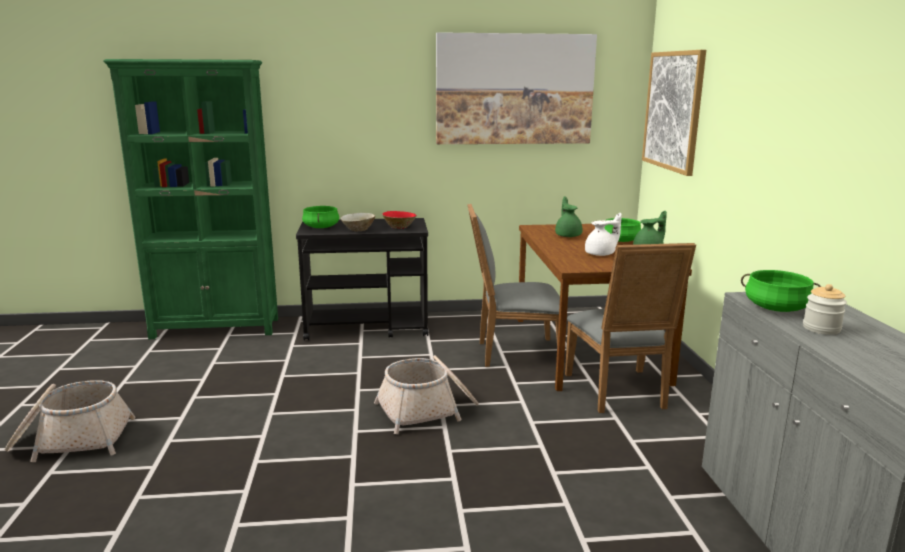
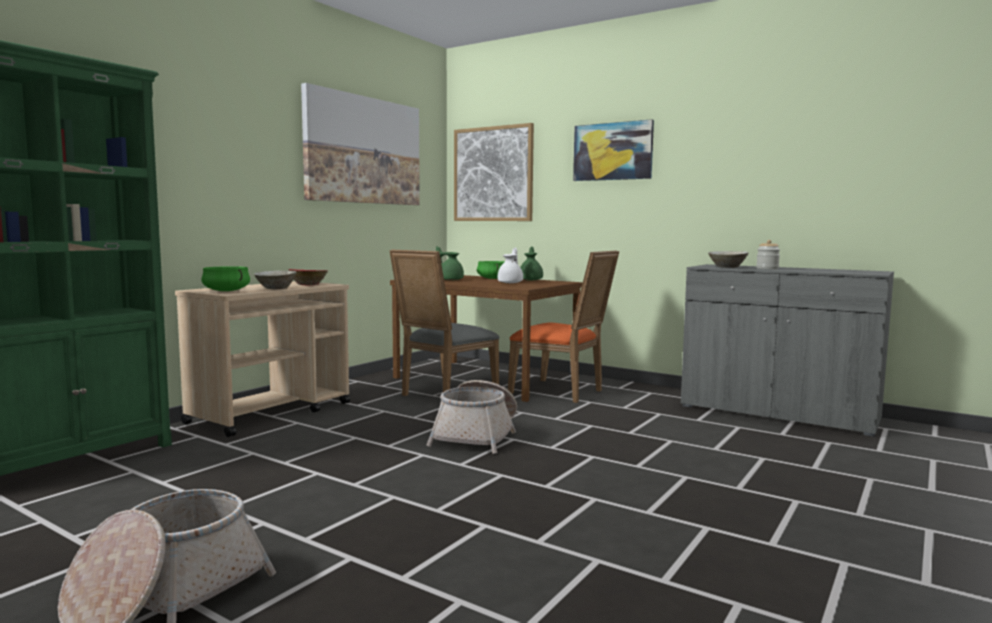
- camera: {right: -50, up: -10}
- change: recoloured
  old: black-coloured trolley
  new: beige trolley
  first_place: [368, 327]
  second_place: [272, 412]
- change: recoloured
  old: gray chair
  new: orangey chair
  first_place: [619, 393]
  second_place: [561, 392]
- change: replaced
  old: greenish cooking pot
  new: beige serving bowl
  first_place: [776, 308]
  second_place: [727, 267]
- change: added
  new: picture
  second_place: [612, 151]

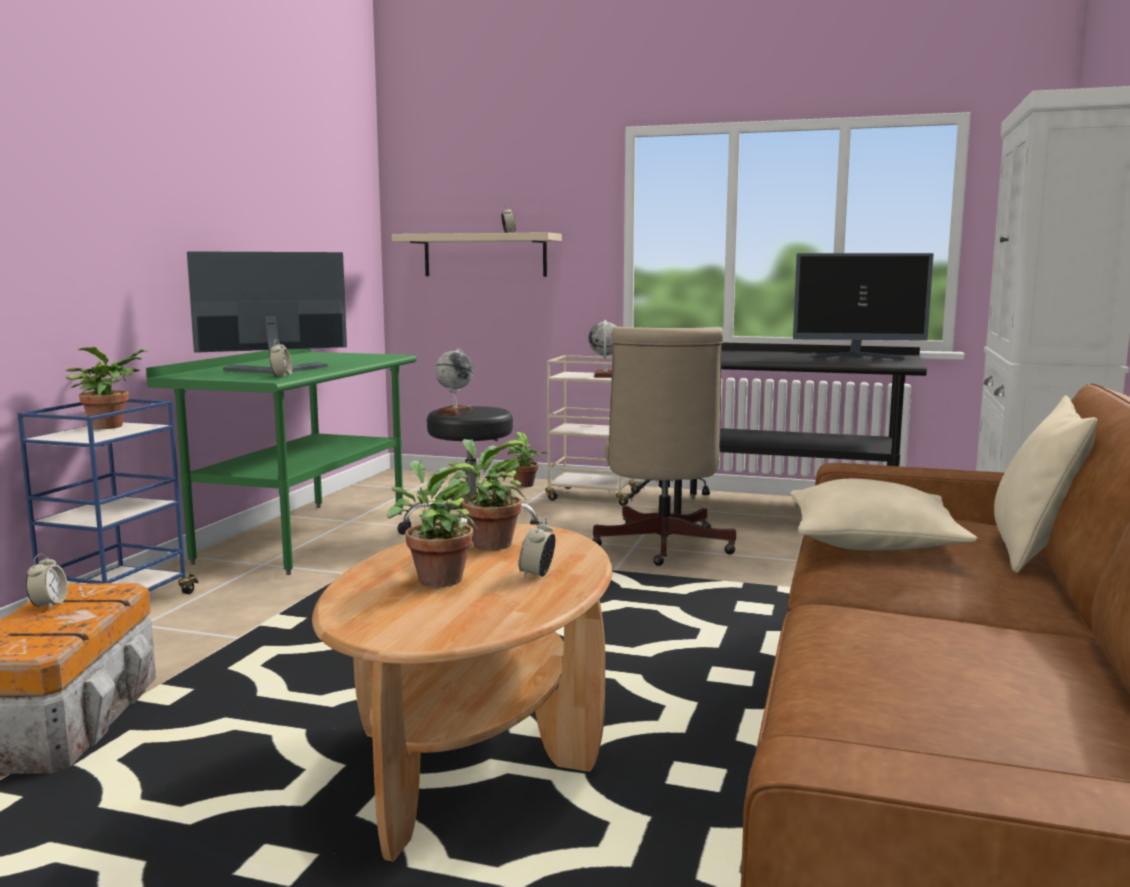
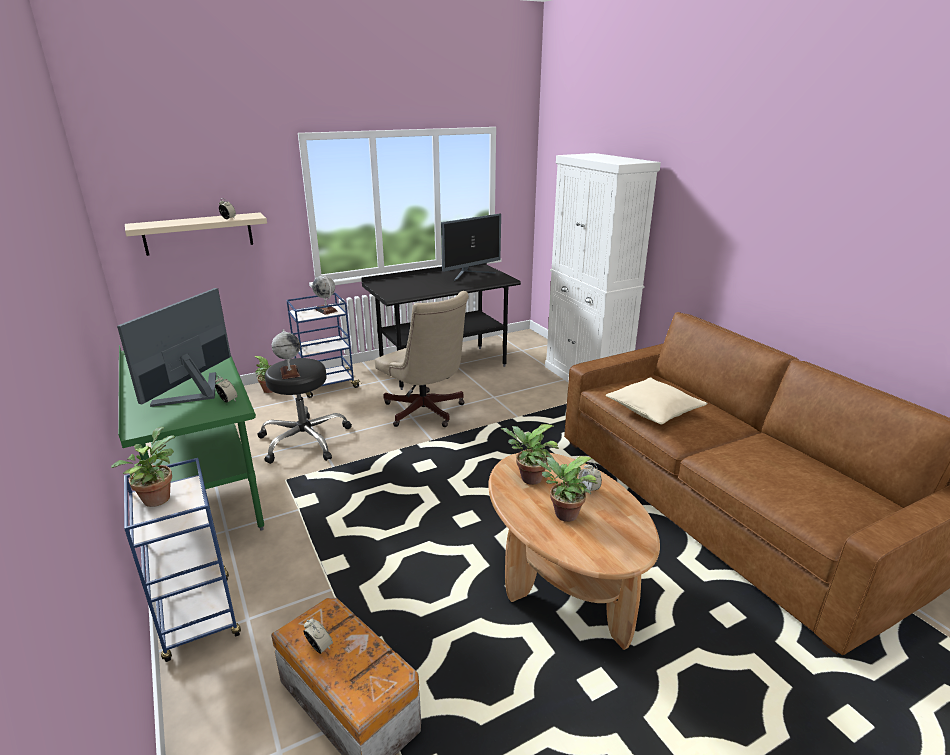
- camera: {right: -45, up: 15}
- change: recoloured
  old: beige trolley
  new: bluish trolley
  first_place: [592, 496]
  second_place: [327, 386]
- change: removed
  old: beige throw pillow
  first_place: [1033, 552]

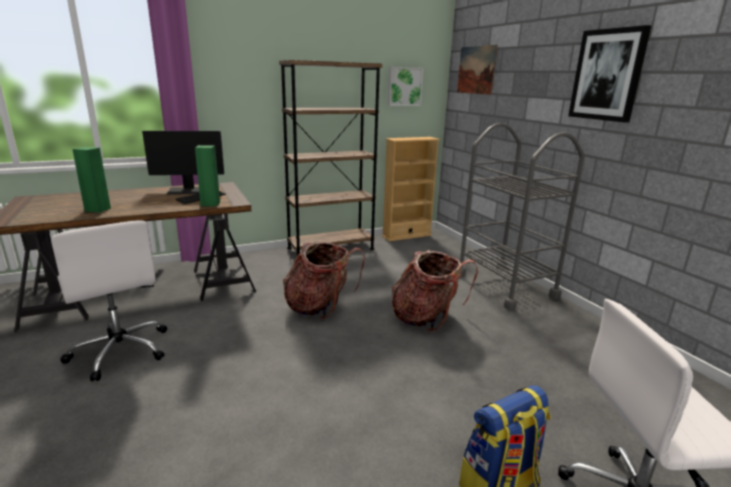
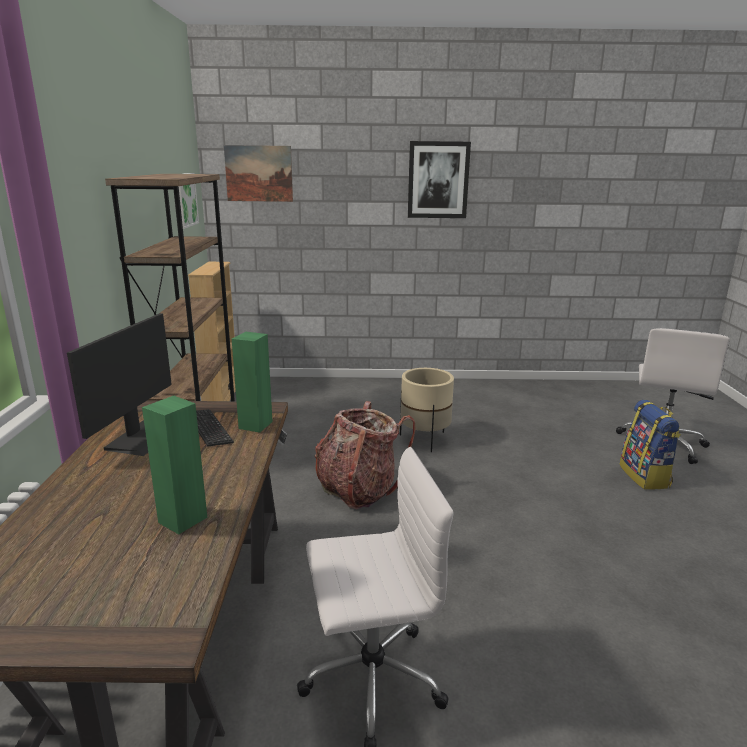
- camera: {right: -65, up: 0}
- change: removed
  old: gray trolley
  first_place: [505, 285]
- change: replaced
  old: backpack
  new: beige plant pot
  first_place: [427, 318]
  second_place: [425, 439]

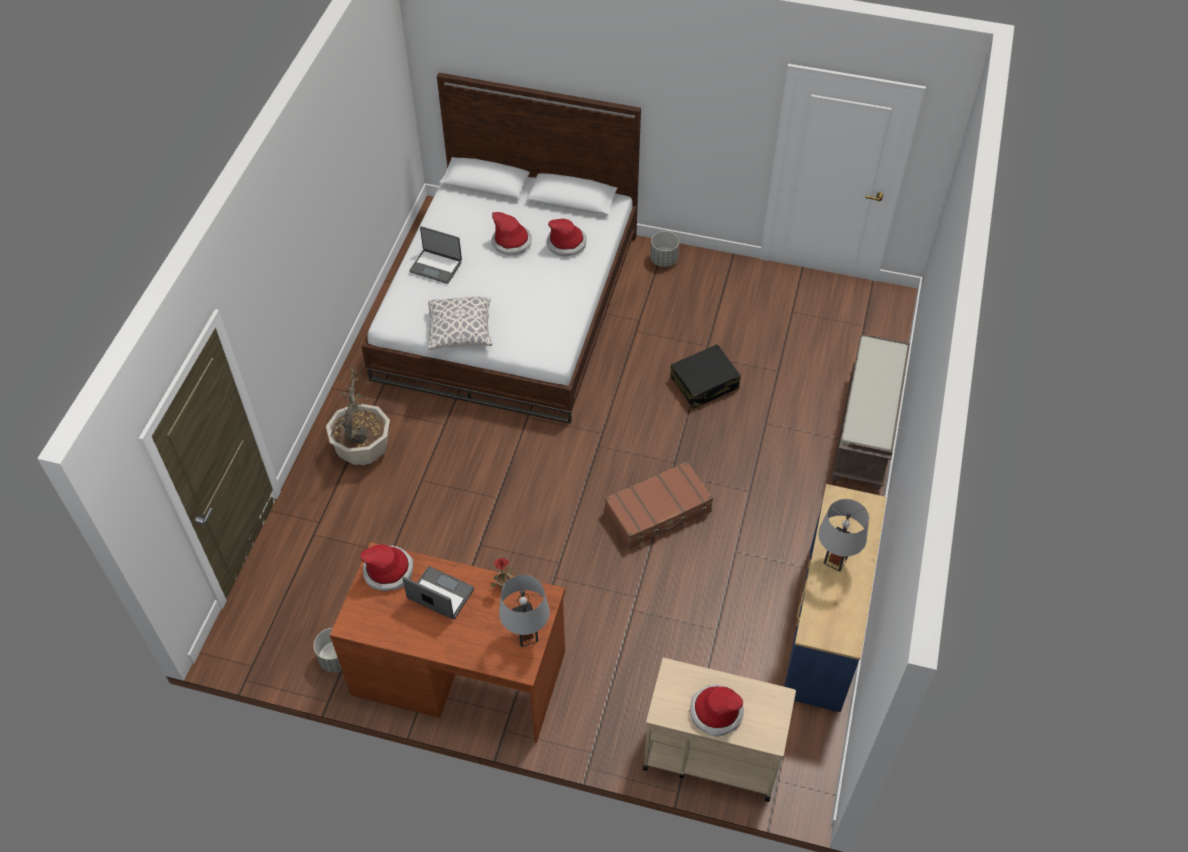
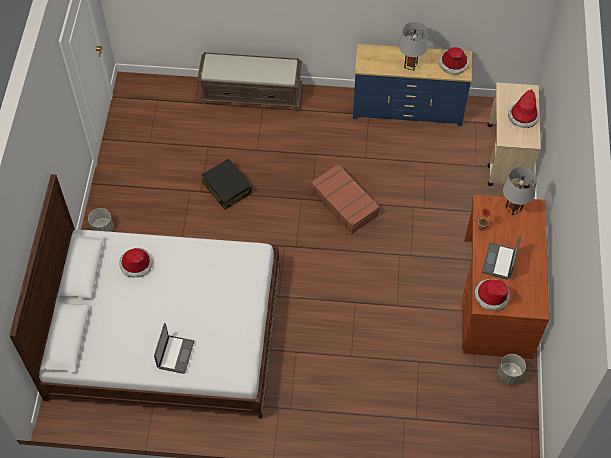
- camera: {right: -100, up: 5}
- change: moved
  old: hat
  first_place: [511, 242]
  second_place: [453, 64]
- change: removed
  old: throw pillow
  first_place: [461, 332]
- change: removed
  old: houseplant
  first_place: [363, 450]

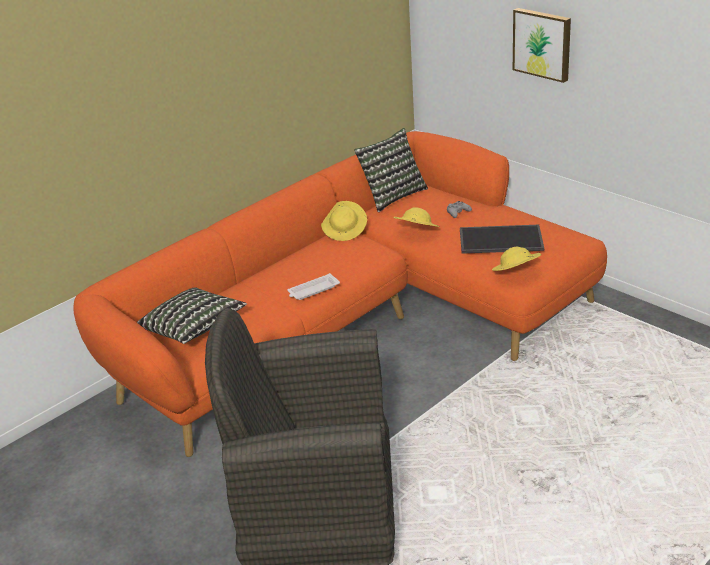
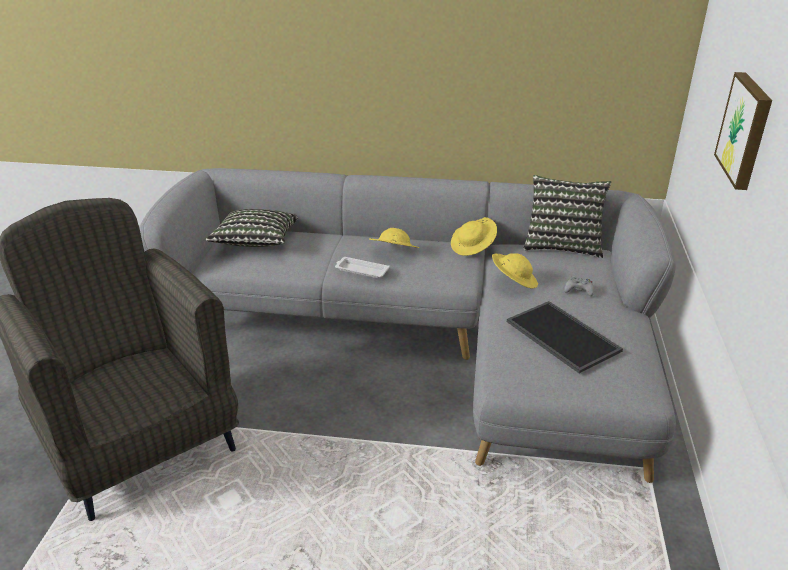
- camera: {right: 50, up: 0}
- change: recoloured
  old: orangey couch
  new: gray couch
  first_place: [359, 323]
  second_place: [433, 338]
- change: moved
  old: yellow hat
  first_place: [516, 273]
  second_place: [393, 254]

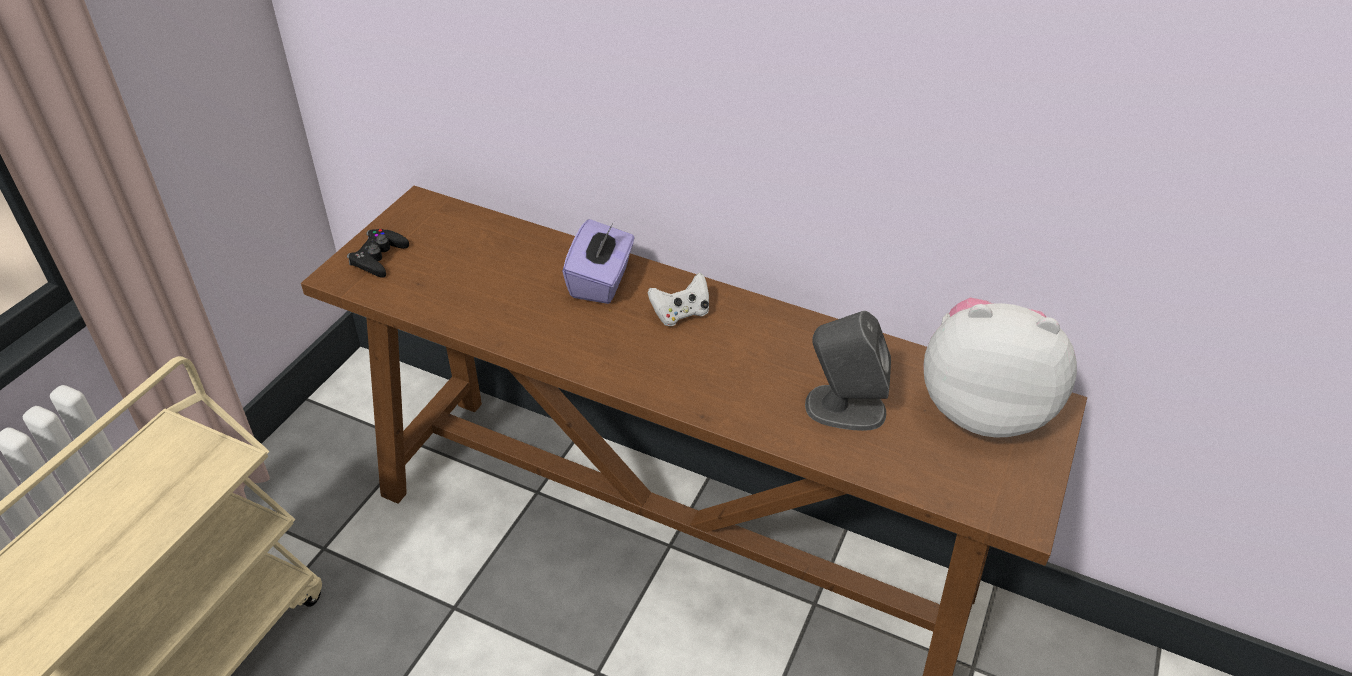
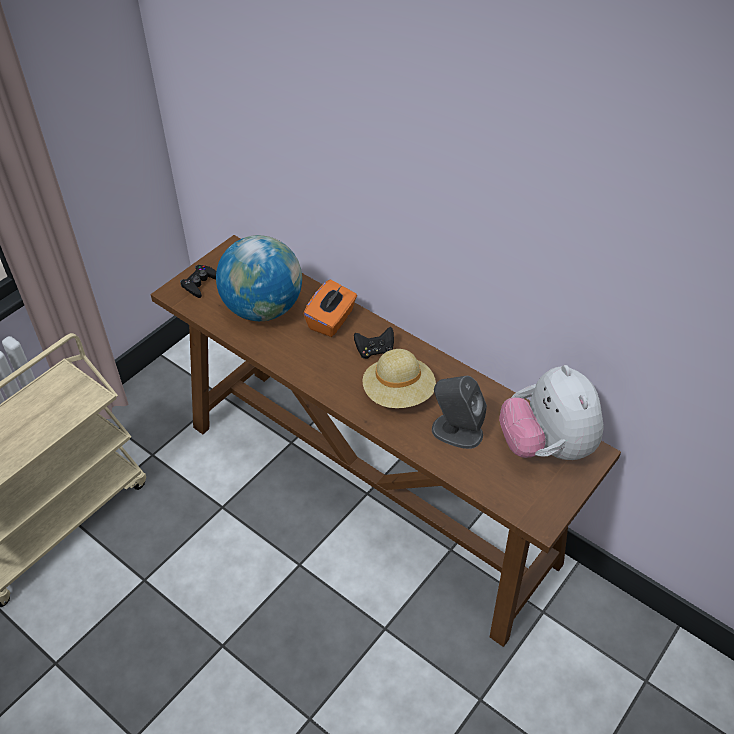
- camera: {right: 15, up: 5}
- change: recoloured
  old: purplish tissue holder
  new: orangey tissue holder
  first_place: [600, 281]
  second_place: [331, 320]
- change: recoloured
  old: white-coloured joypad
  new: black-coloured joypad
  first_place: [680, 314]
  second_place: [375, 351]
- change: turned
  old: cuddly toy
  first_place: [981, 407]
  second_place: [546, 446]
  degrees: -135
- change: added
  new: world globe
  second_place: [263, 309]
- change: added
  new: beige hat
  second_place: [398, 394]

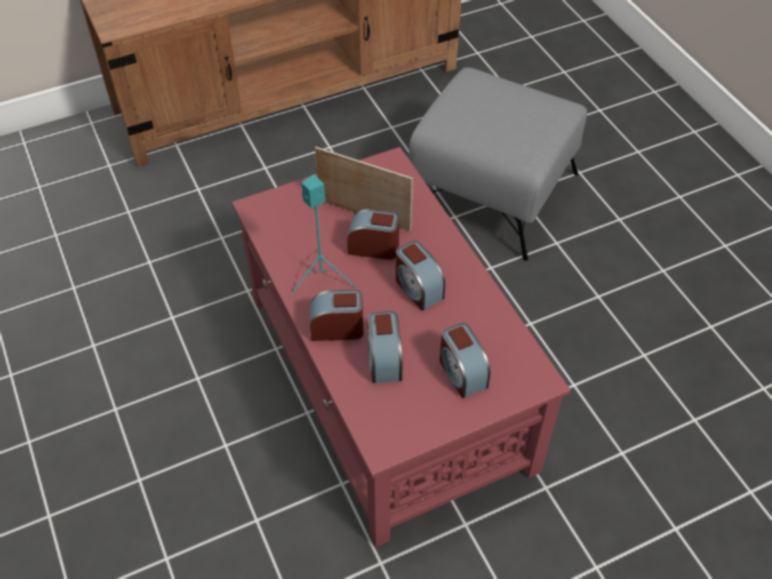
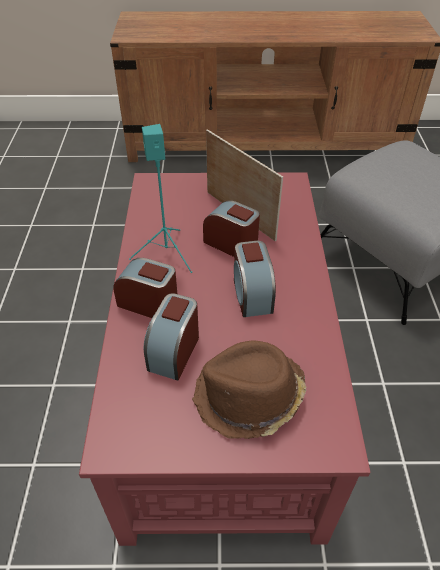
- camera: {right: 25, up: -5}
- change: replaced
  old: alarm clock
  new: brown-coloured hat
  first_place: [462, 372]
  second_place: [248, 397]

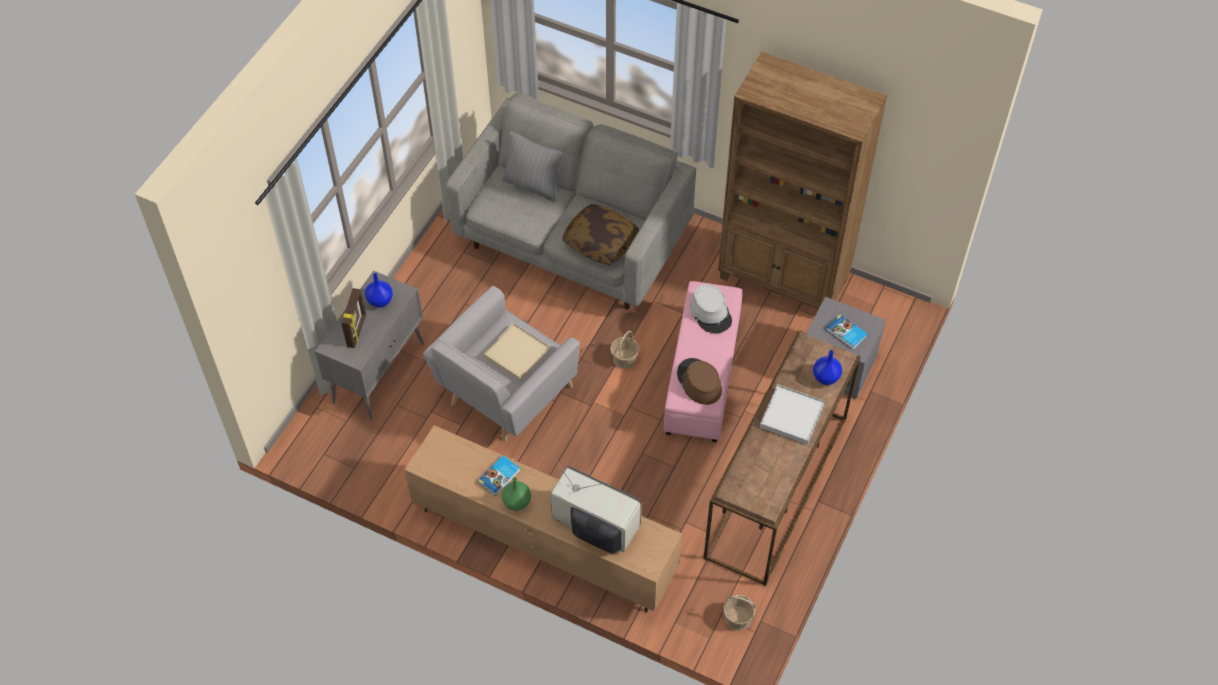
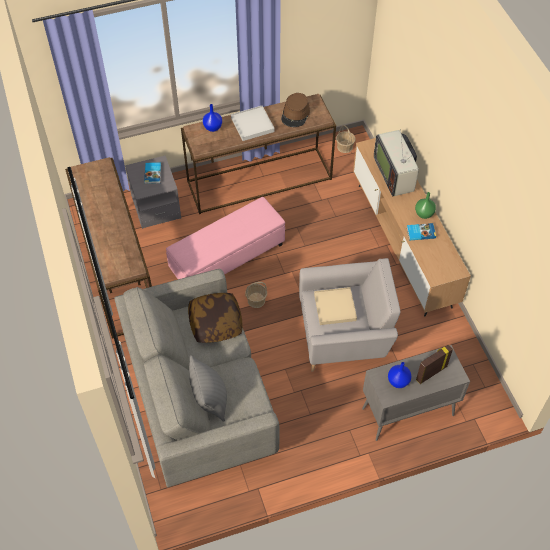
- camera: {right: -135, up: 0}
- change: replaced
  old: brown-coloured bookcase
  new: brown-coloured hall table
  first_place: [784, 279]
  second_place: [117, 271]
- change: removed
  old: gray hat
  first_place: [711, 313]
- change: moved
  old: brown-coloured hat
  first_place: [699, 382]
  second_place: [295, 114]

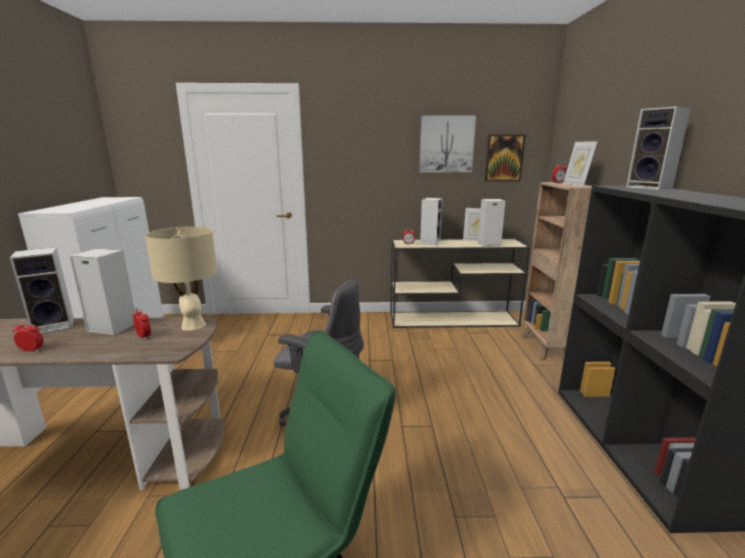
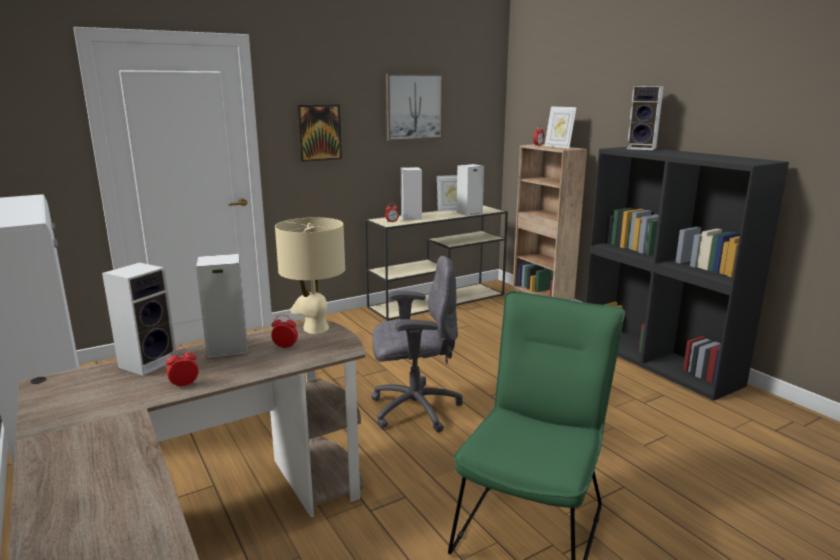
- camera: {right: -30, up: 0}
- change: moved
  old: picture
  first_place: [504, 158]
  second_place: [319, 132]

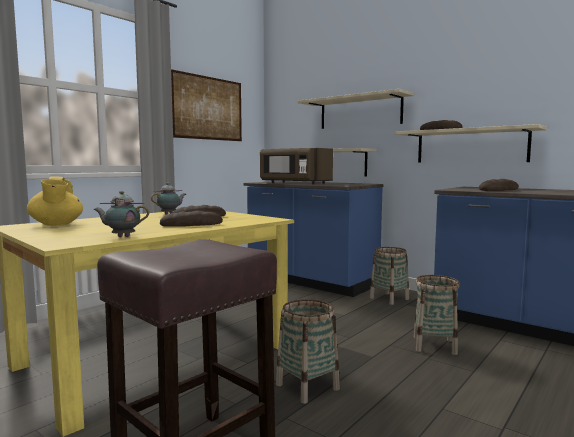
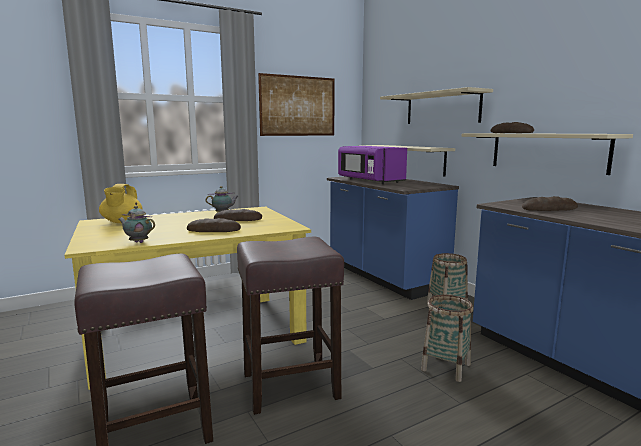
- camera: {right: 20, up: 5}
- change: recoloured
  old: brown-coloured microwave oven
  new: purplish microwave oven
  first_place: [294, 183]
  second_place: [369, 181]
- change: replaced
  old: storage basket
  new: brown-coloured stool seat
  first_place: [307, 387]
  second_place: [288, 386]

